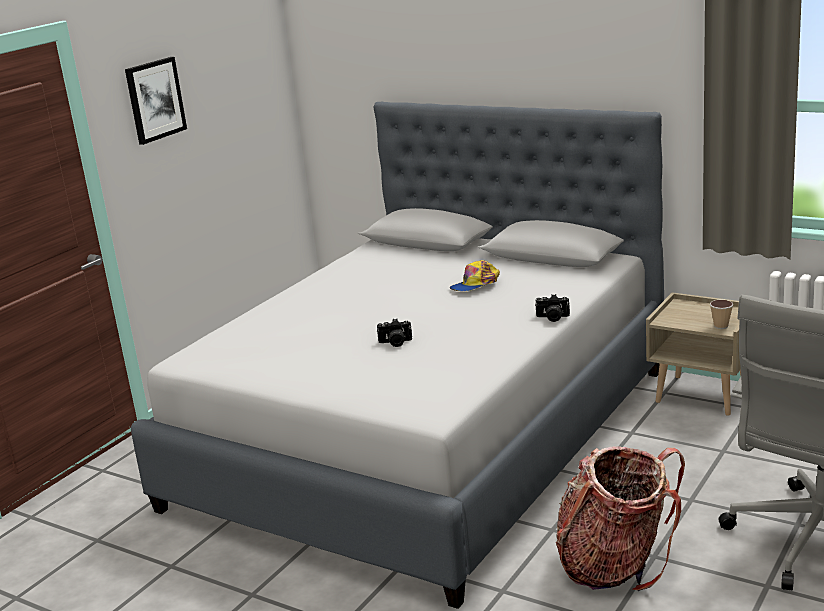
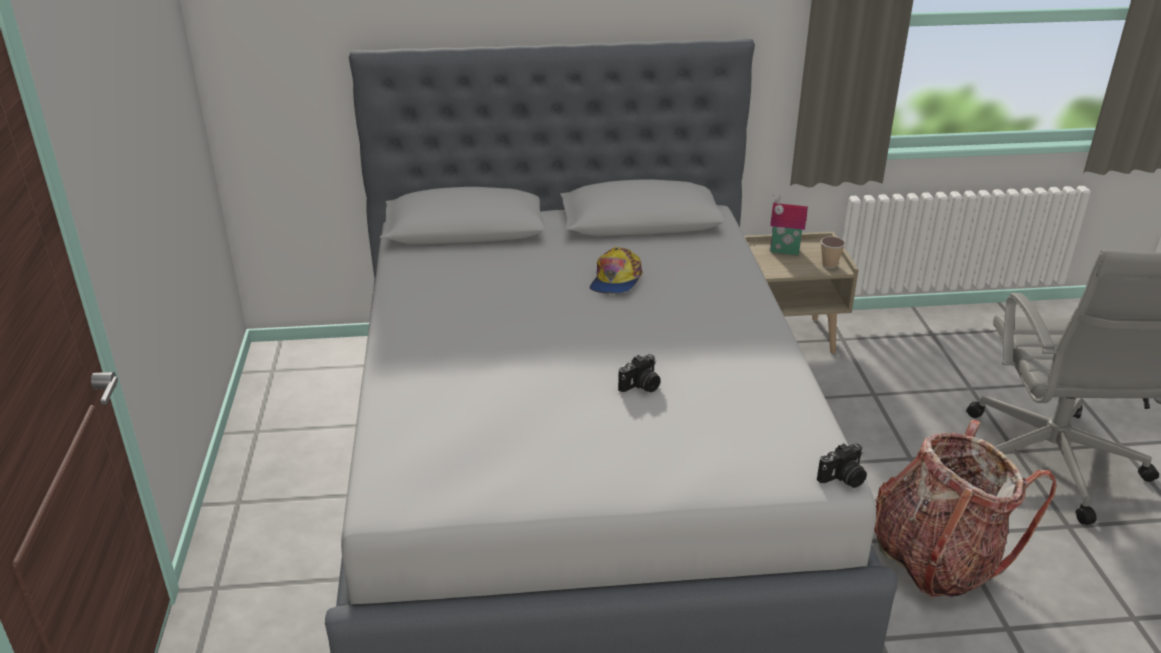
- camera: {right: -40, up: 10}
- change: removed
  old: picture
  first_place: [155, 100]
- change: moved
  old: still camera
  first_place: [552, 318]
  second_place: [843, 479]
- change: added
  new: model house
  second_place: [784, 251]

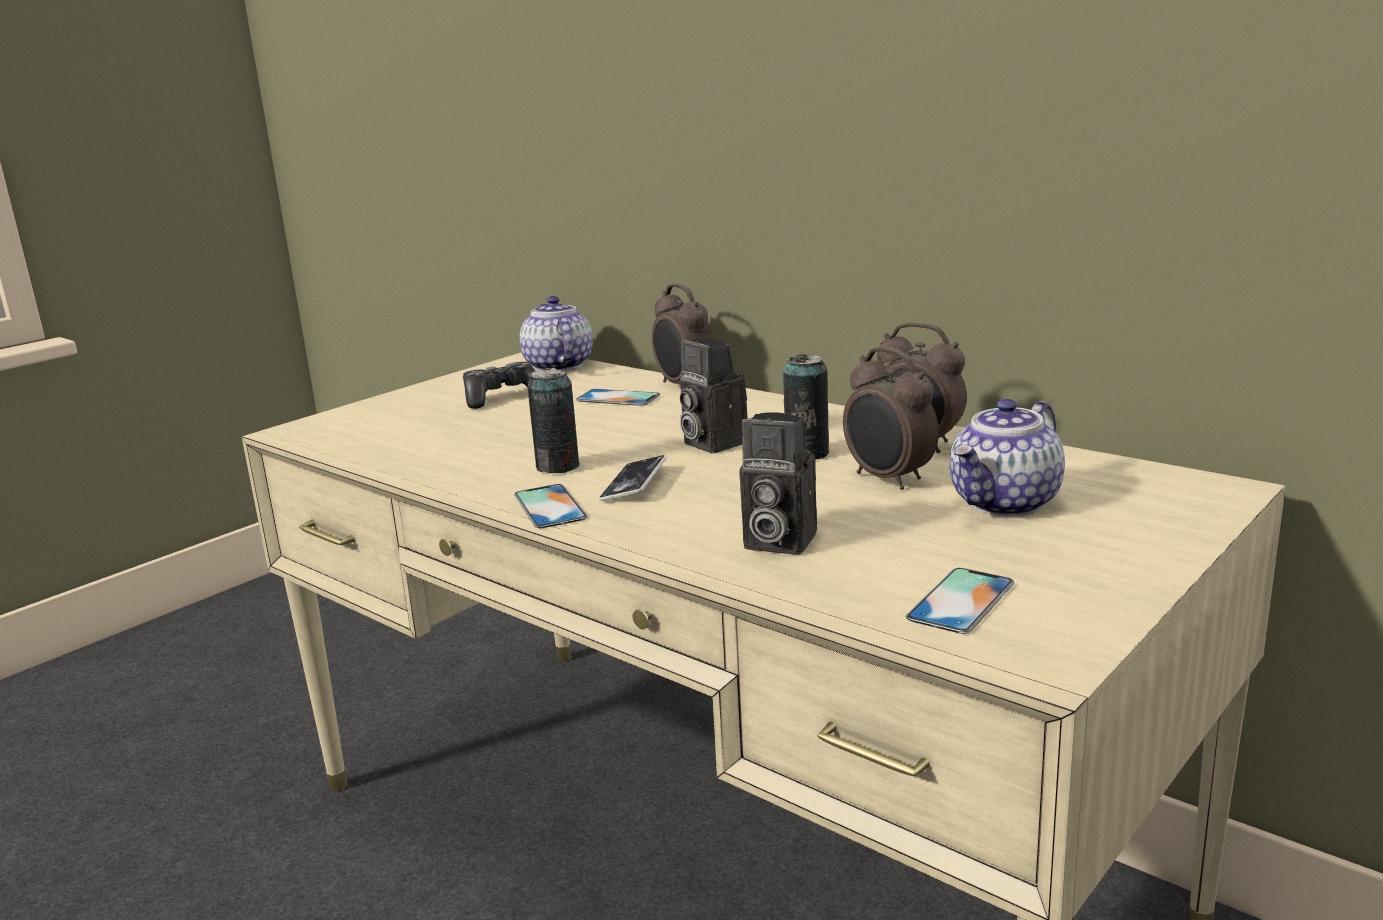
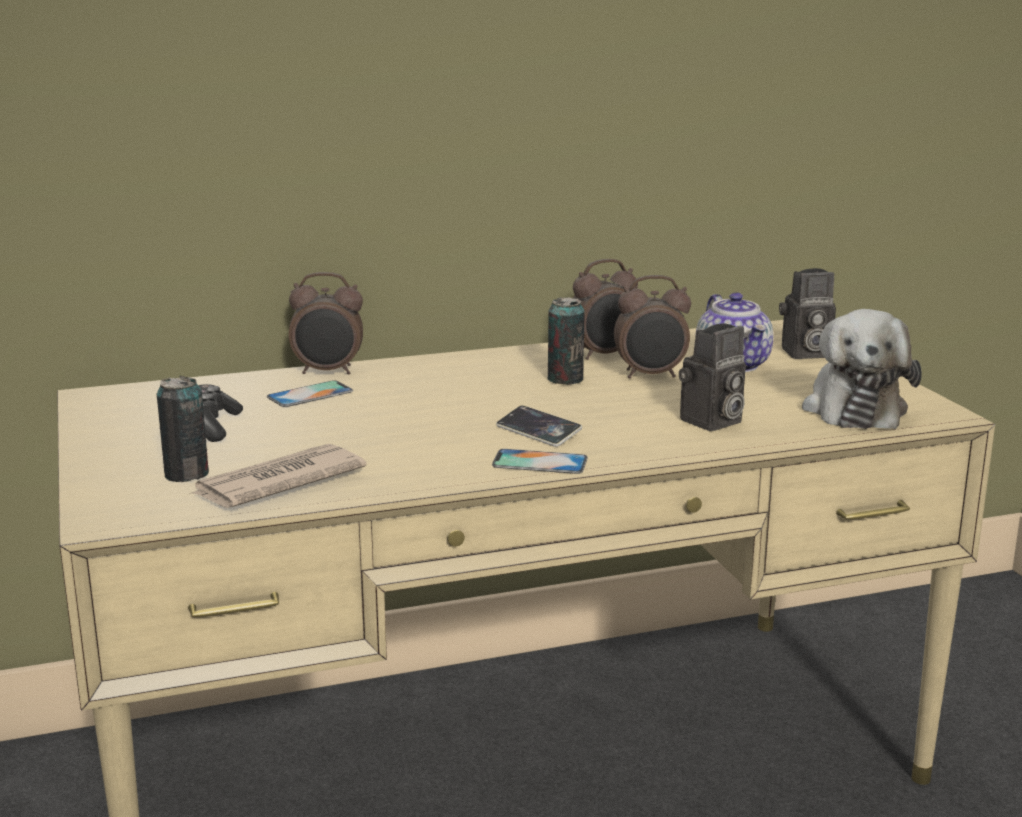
- camera: {right: -60, up: 0}
- change: removed
  old: pot for tea
  first_place: [557, 366]
- change: moved
  old: still camera
  first_place: [710, 443]
  second_place: [804, 353]
- change: moved
  old: can
  first_place: [557, 467]
  second_place: [186, 474]
- change: replaced
  old: telephone
  new: cuddly toy
  first_place: [961, 601]
  second_place: [854, 408]
- change: added
  new: printed paper
  second_place: [276, 483]

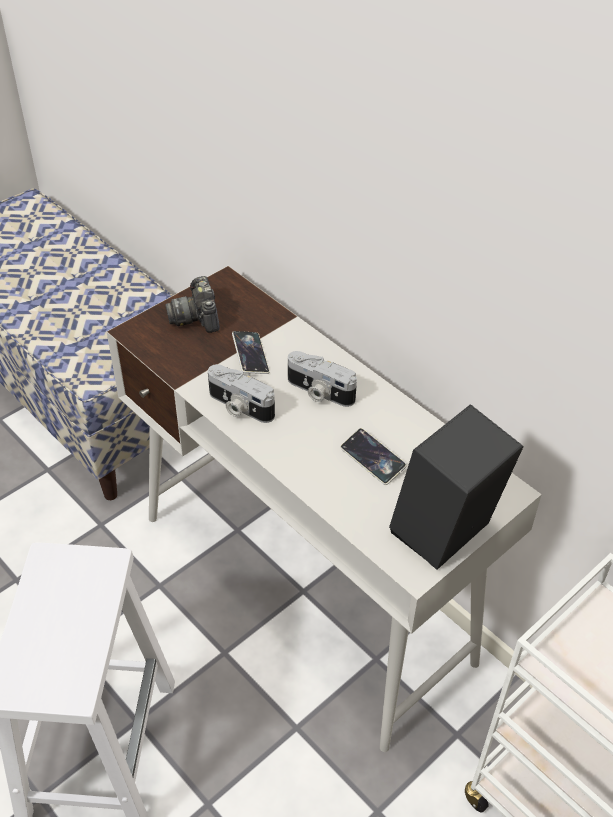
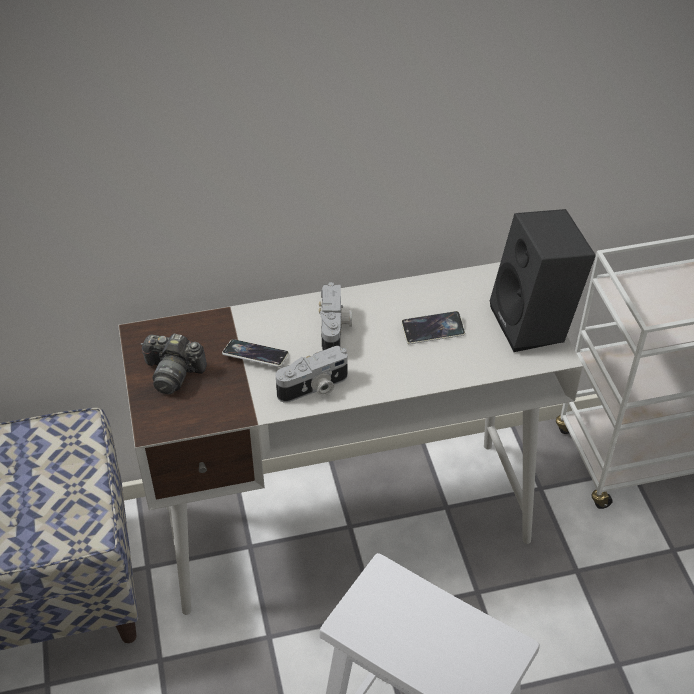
- camera: {right: -60, up: 0}
- change: turned
  old: still camera
  first_place: [319, 392]
  second_place: [335, 330]
  degrees: -60

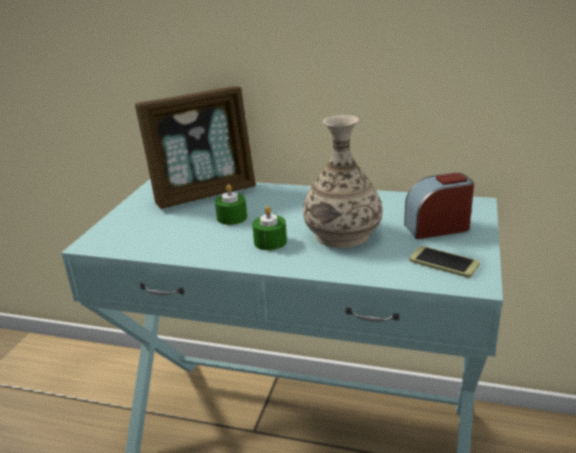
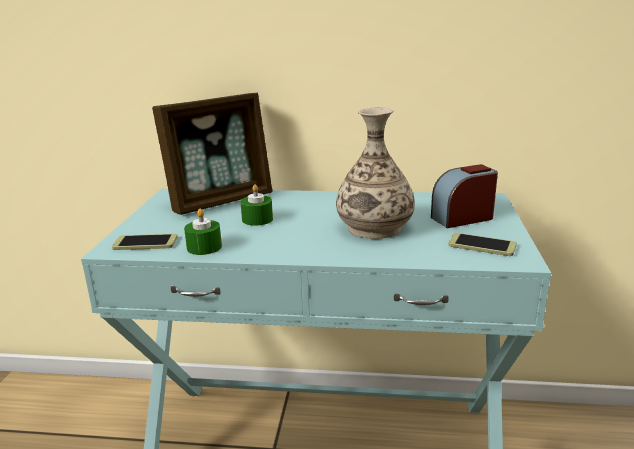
- camera: {right: -10, up: -5}
- change: moved
  old: greenish candle
  first_place: [270, 242]
  second_place: [204, 247]
- change: added
  new: telephone
  second_place: [145, 243]

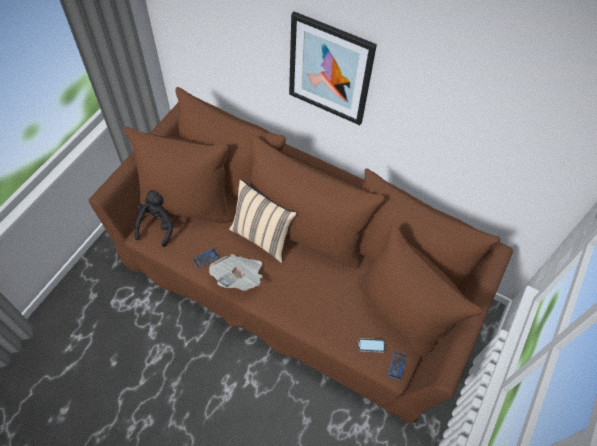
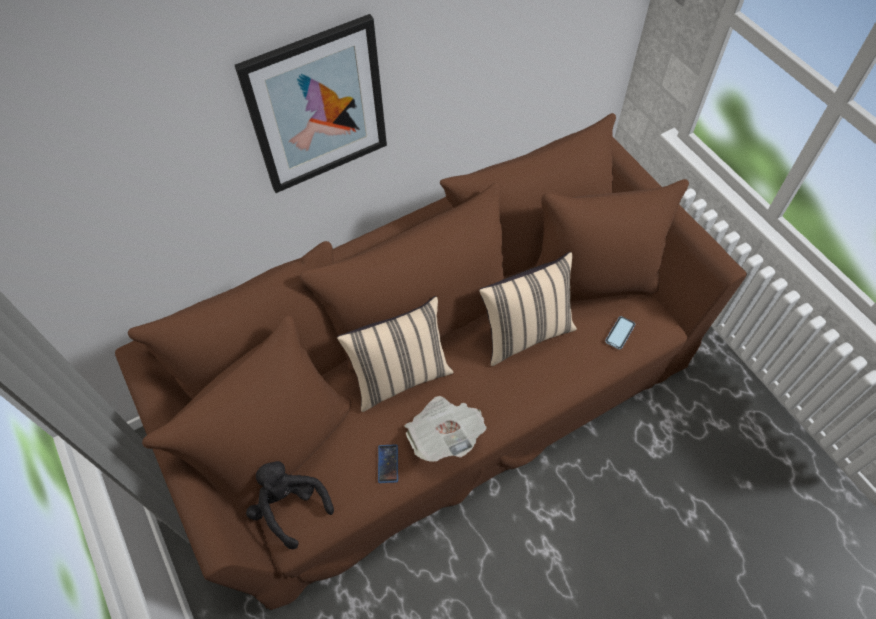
- camera: {right: -55, up: 0}
- change: removed
  old: telephone
  first_place: [397, 365]
- change: added
  new: beige throw pillow
  second_place: [525, 333]

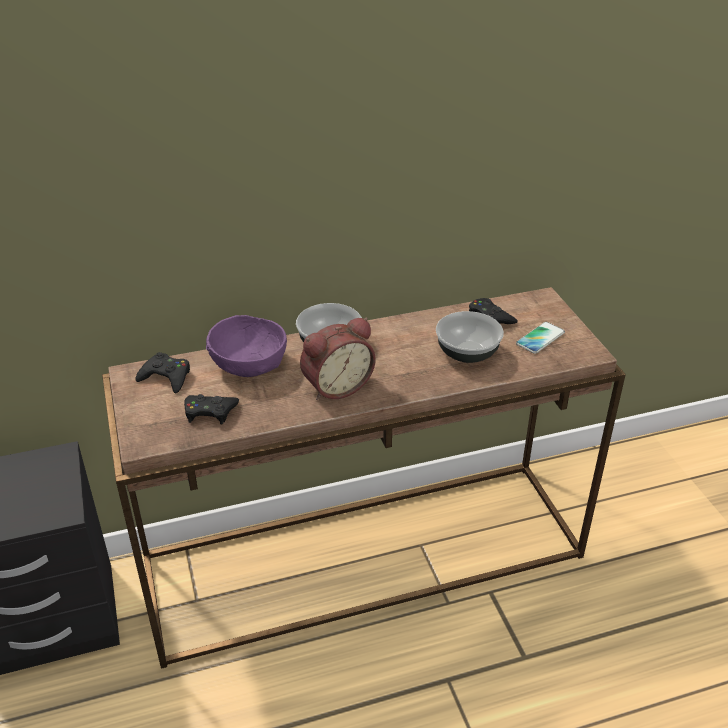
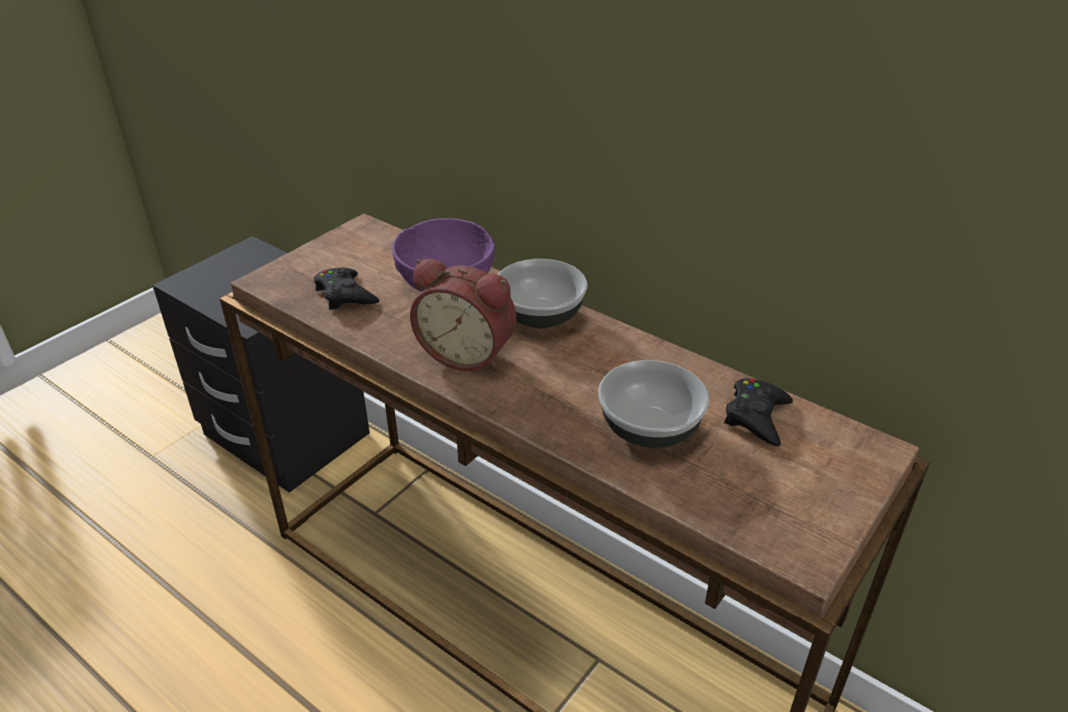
- camera: {right: 55, up: 0}
- change: removed
  old: telephone
  first_place: [540, 338]
- change: removed
  old: black-coloured joypad
  first_place: [166, 377]

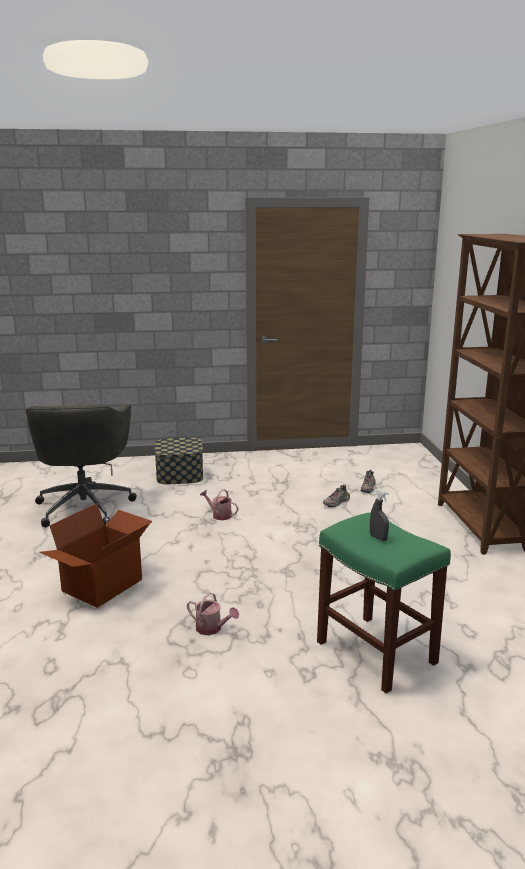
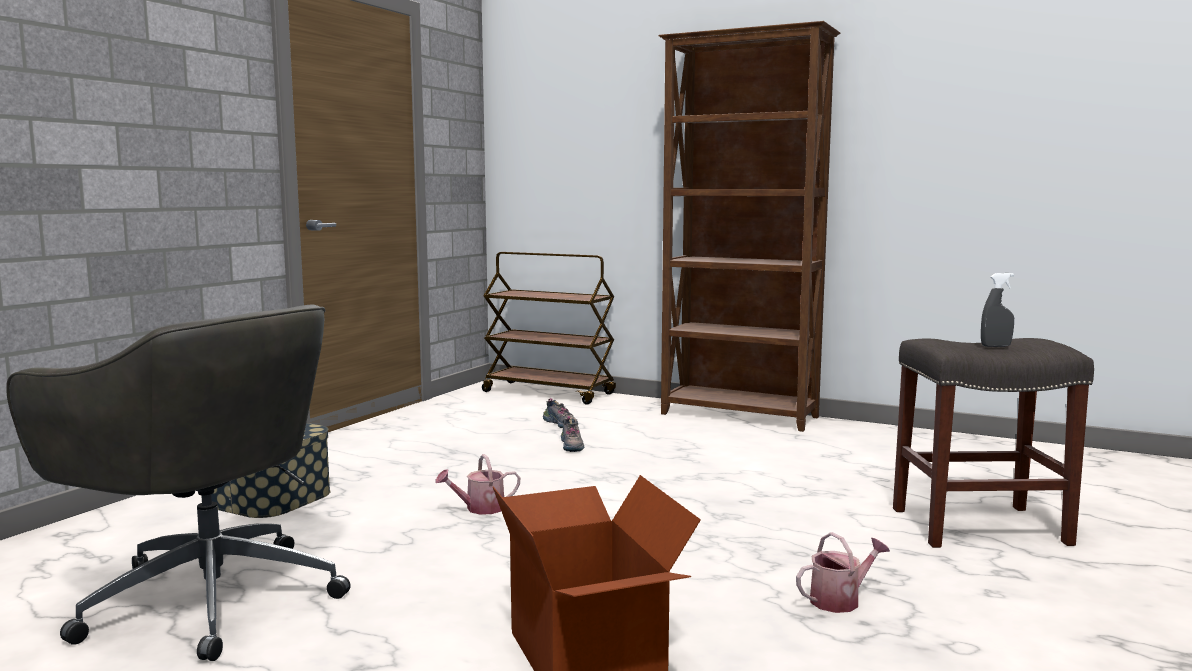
- camera: {right: -55, up: -10}
- change: recoloured
  old: greenish stool seat
  new: gray stool seat
  first_place: [378, 653]
  second_place: [980, 526]
- change: added
  new: brown-coloured trolley
  second_place: [549, 393]

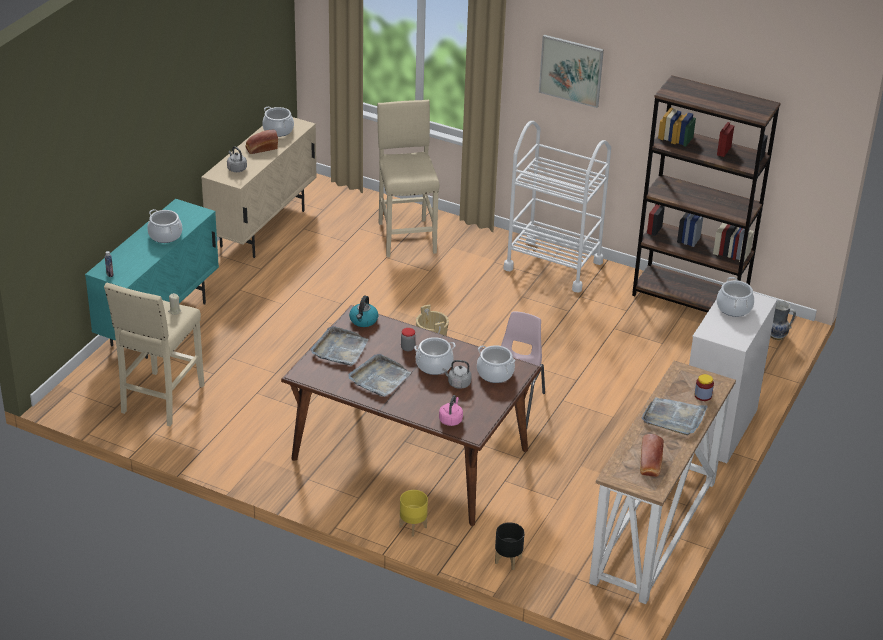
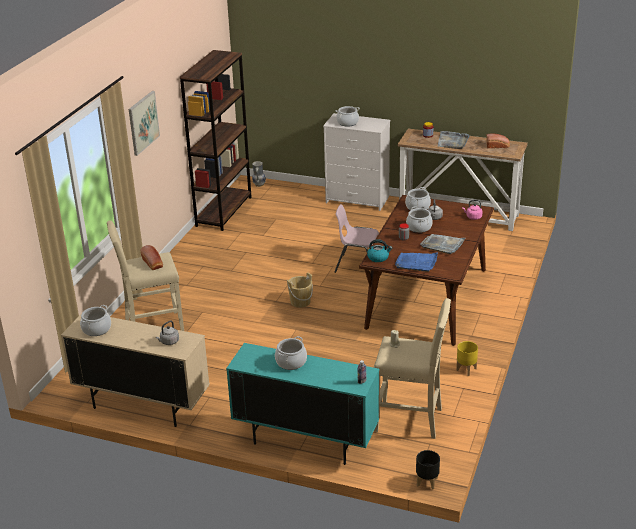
- camera: {right: -95, up: -5}
- change: removed
  old: white-coloured trolley
  first_place: [553, 265]
- change: moved
  old: bakery bread
  first_place: [261, 148]
  second_place: [153, 263]
- change: recoloured
  old: gray serving tray
  new: bluish serving tray
  first_place: [340, 349]
  second_place: [416, 263]
- change: moved
  old: yellow plant pot
  first_place: [412, 526]
  second_place: [466, 369]
- change: moved
  old: black-coloured plant pot
  first_place: [508, 560]
  second_place: [426, 482]

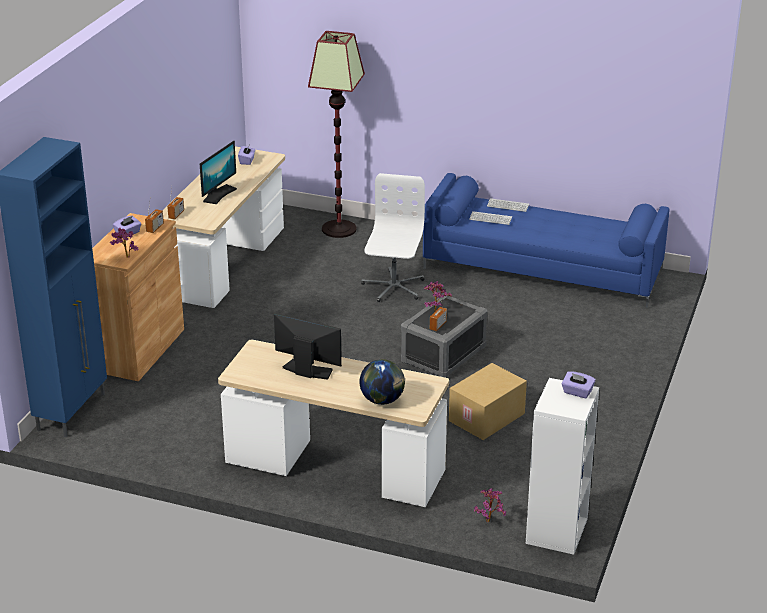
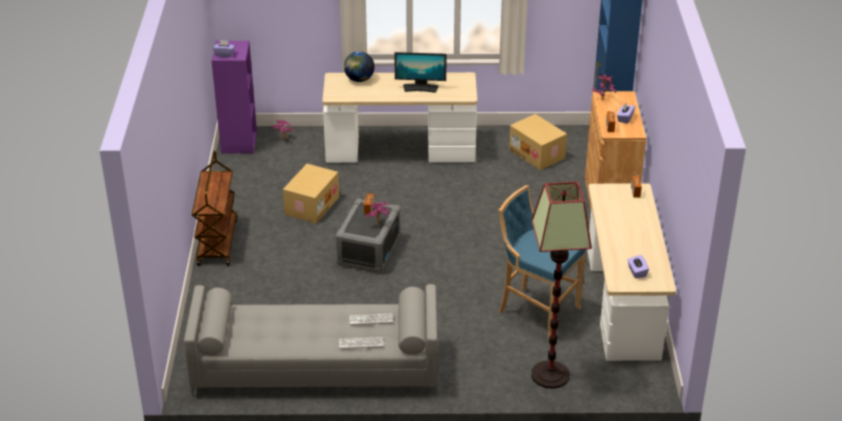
- camera: {right: 160, up: 5}
- change: removed
  old: computer display
  first_place: [218, 194]
- change: removed
  old: white-coloured desk chair
  first_place: [393, 287]
- change: recoloured
  old: bluish couch
  new: gray couch
  first_place: [543, 269]
  second_place: [315, 369]
- change: recoloured
  old: white-coloured bookcase
  new: purplish bookcase
  first_place: [557, 531]
  second_place: [238, 142]
- change: added
  new: packing box
  second_place: [537, 154]
- change: added
  new: brown-coloured trolley
  second_place: [217, 242]
- change: added
  new: bluish stool seat
  second_place: [536, 310]

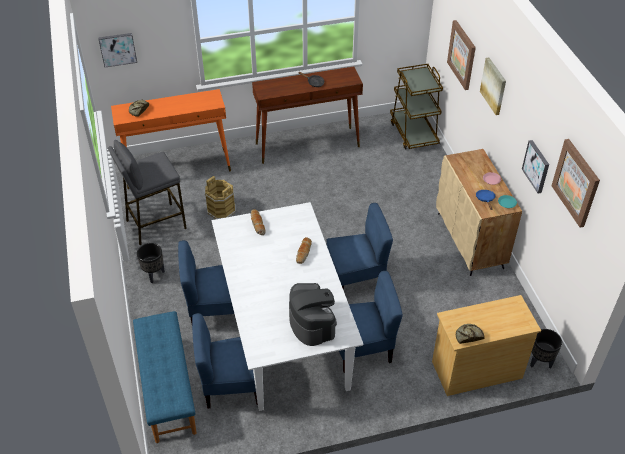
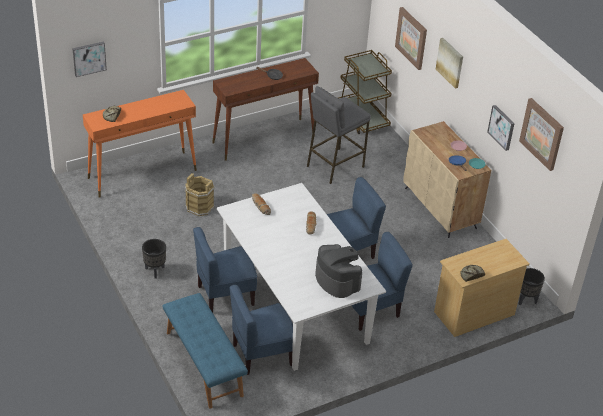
- camera: {right: -15, up: -5}
- change: moved
  old: gray stool seat
  first_place: [155, 224]
  second_place: [334, 166]

